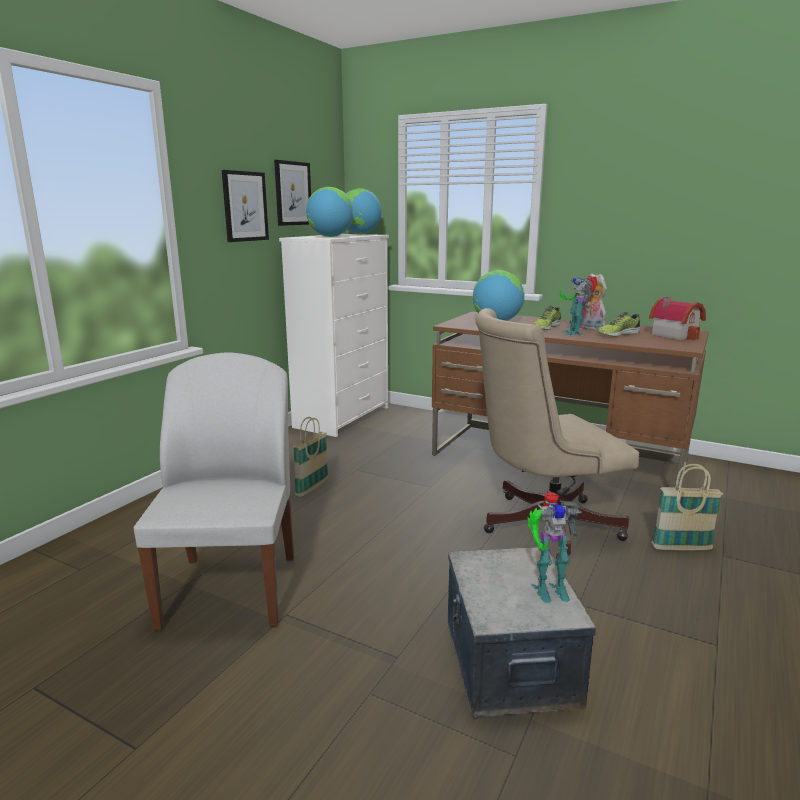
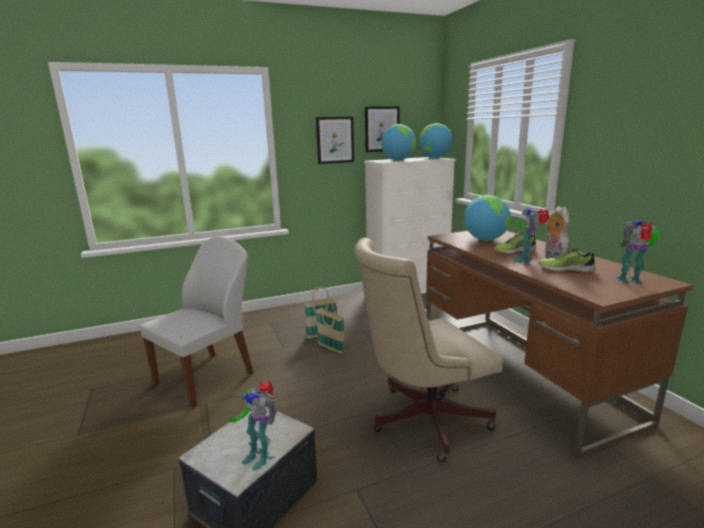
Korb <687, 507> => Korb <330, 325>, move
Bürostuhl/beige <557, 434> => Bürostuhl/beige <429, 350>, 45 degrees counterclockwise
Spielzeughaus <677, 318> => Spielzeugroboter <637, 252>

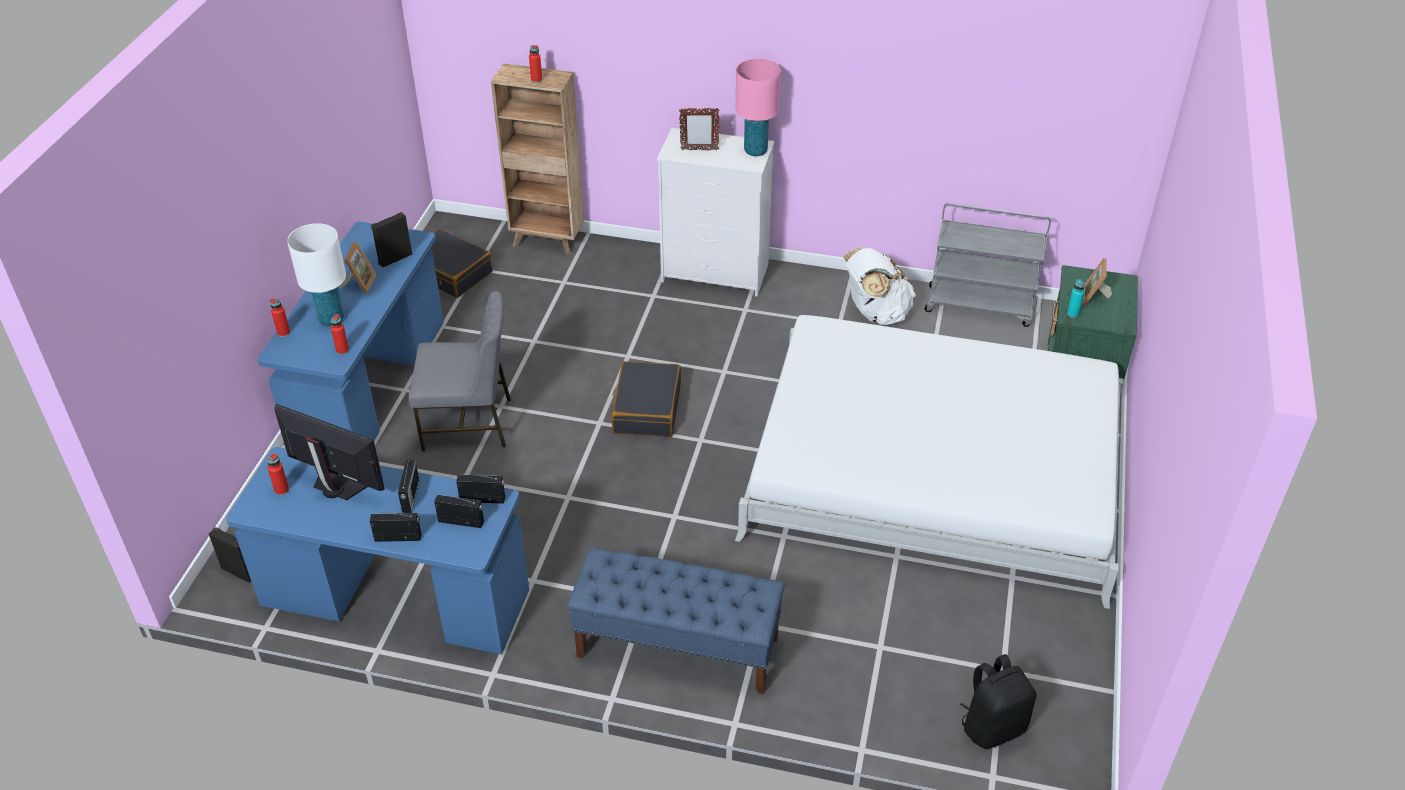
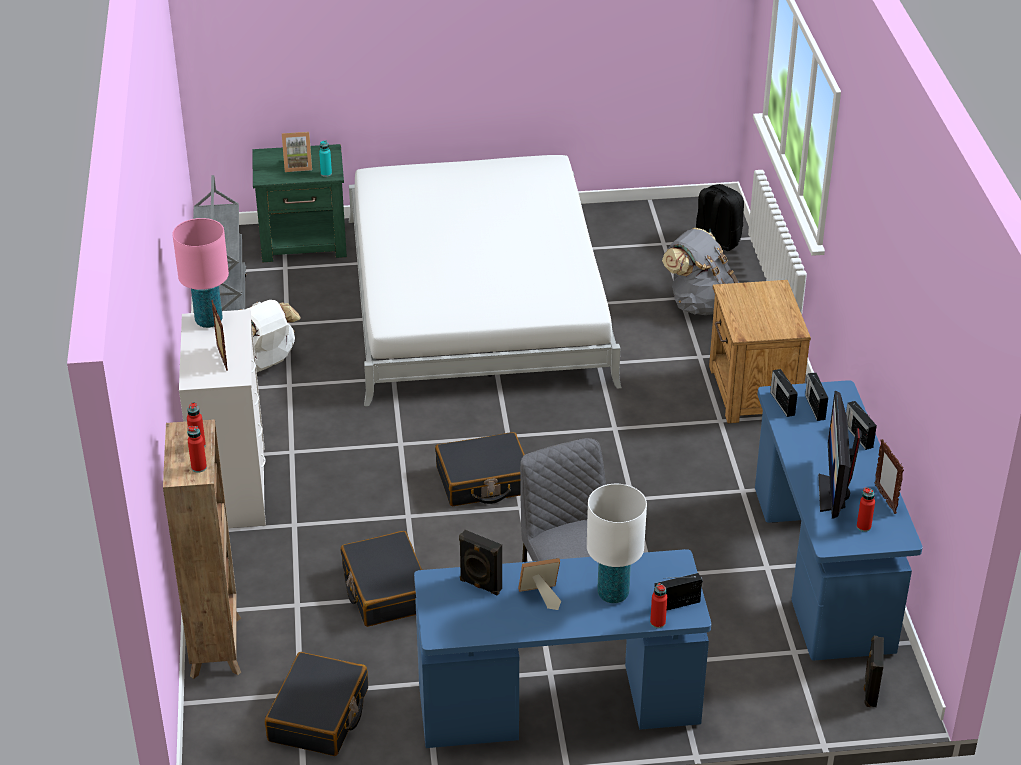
Flasche/rot <340, 334> => Flasche/rot <197, 449>, move
nothing => Koffer/schwarz <381, 579>
Radio <408, 485> => Radio <678, 591>, move
nothing => Rucksack/grau <700, 271>
Bank/blau <676, 620> => Nachttisch/braun <760, 351>
nothing => Bilderrahmen <889, 476>

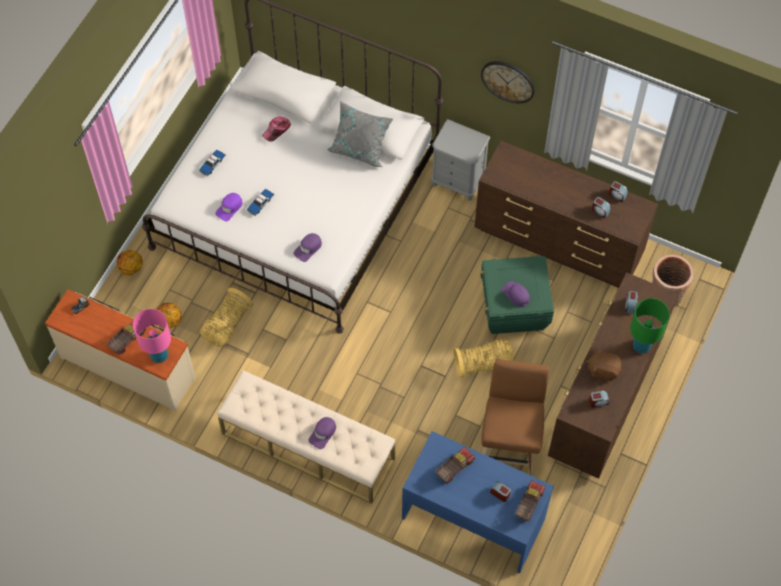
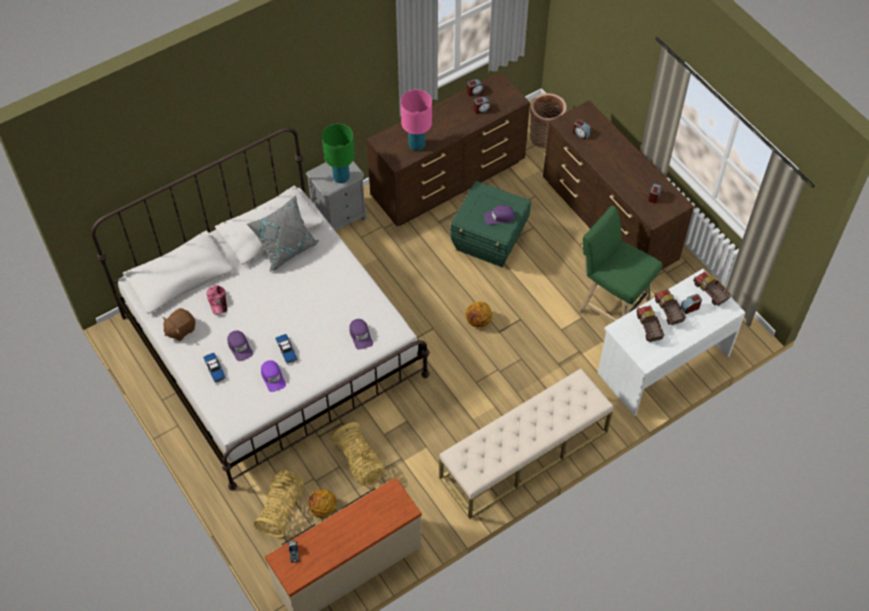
Plüschtier/braun <603, 364> => Plüschtier/braun <179, 324>, move
Kappe/lila <322, 433> => Kappe/lila <240, 346>, move
Korb <484, 359> => Korb <279, 503>, move
Tischlampe/grün <650, 325> => Tischlampe/grün <338, 153>, move
Tischlampe/rosa <152, 336> => Tischlampe/rosa <416, 120>, move
Basketball <130, 262> => Basketball <479, 314>, move
Hocker/braun <515, 418> => Hocker/grün <620, 264>
Schreibtisch/blau <478, 502> => Schreibtisch/weiß <672, 342>
Spielzeuglaster <126, 337> => Spielzeuglaster <670, 307>, move
Wanduhr <508, 82> => nothing

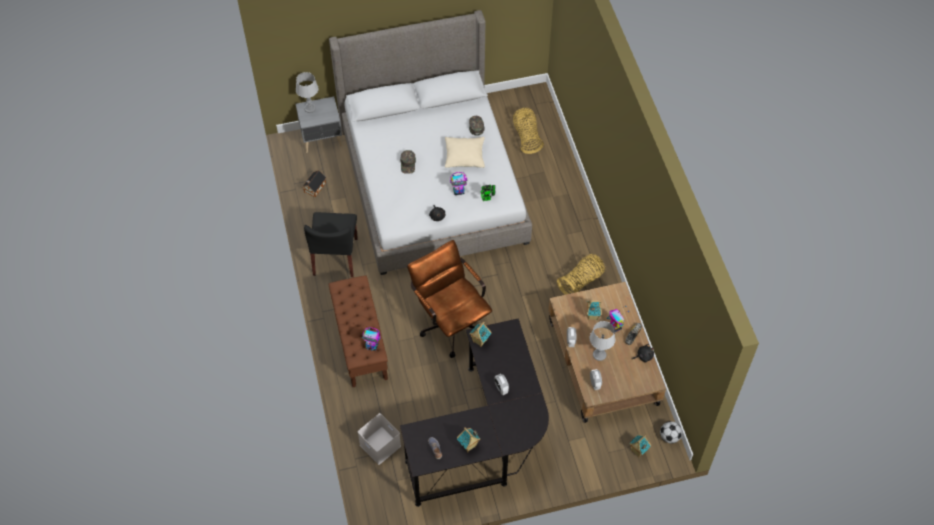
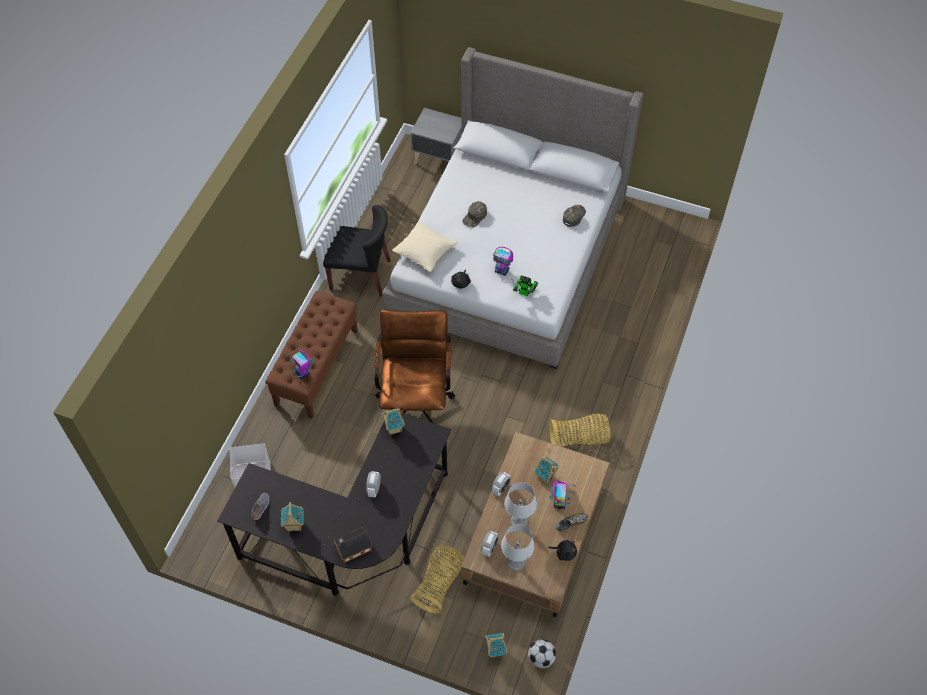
Stuhl/schwarz <331, 244> => Stuhl/schwarz <357, 250>, 120 degrees counterclockwise
Spielzeughaus <314, 183> => Spielzeughaus <353, 545>, move
Kissen/beige <465, 152> => Kissen/beige <424, 246>, move
Korb <528, 131> => Korb <437, 579>, move
Tischlampe/grau <307, 92> => Tischlampe/grau <517, 547>, move

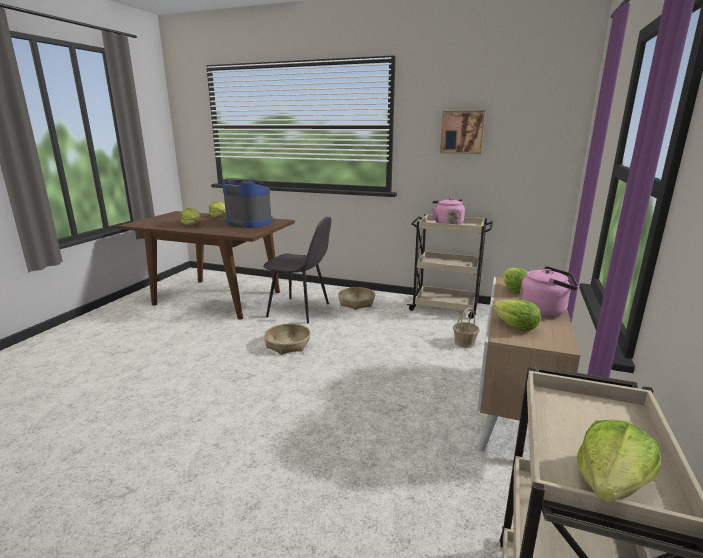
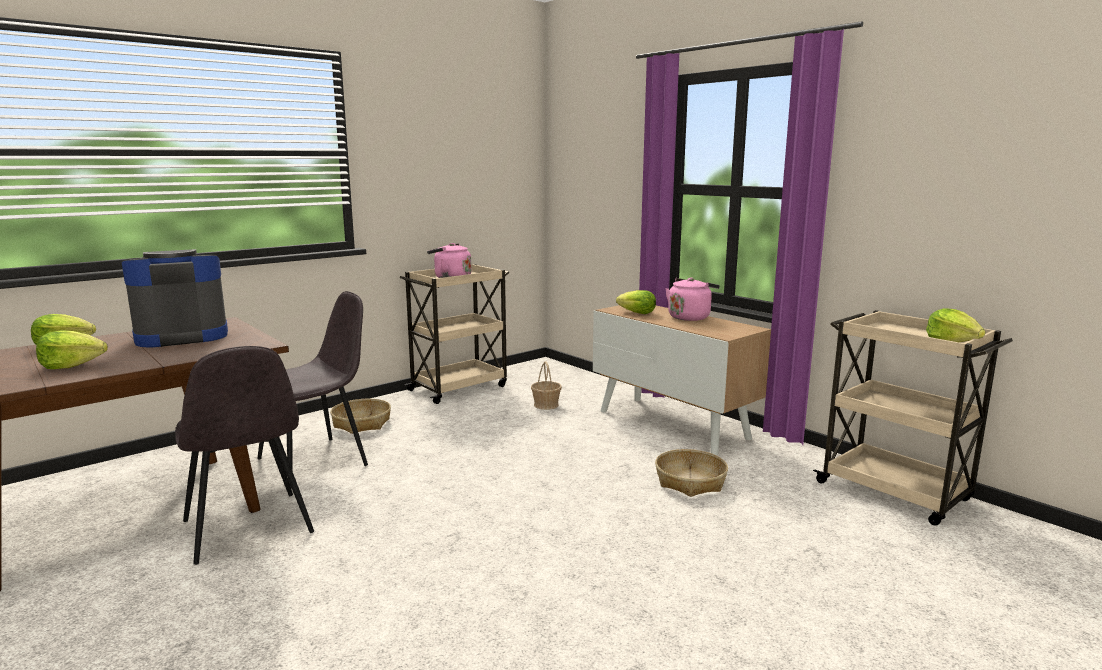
nothing => Stuhl/grau <244, 455>
Korb <287, 339> => Korb <691, 473>, move
Bild <463, 132> => nothing
Salatkopf <516, 315> => nothing

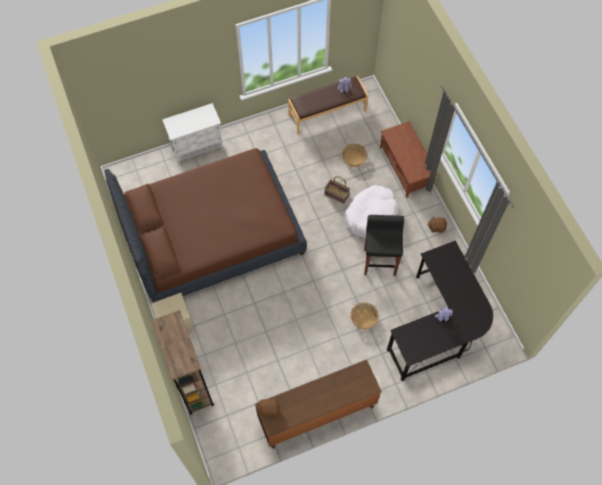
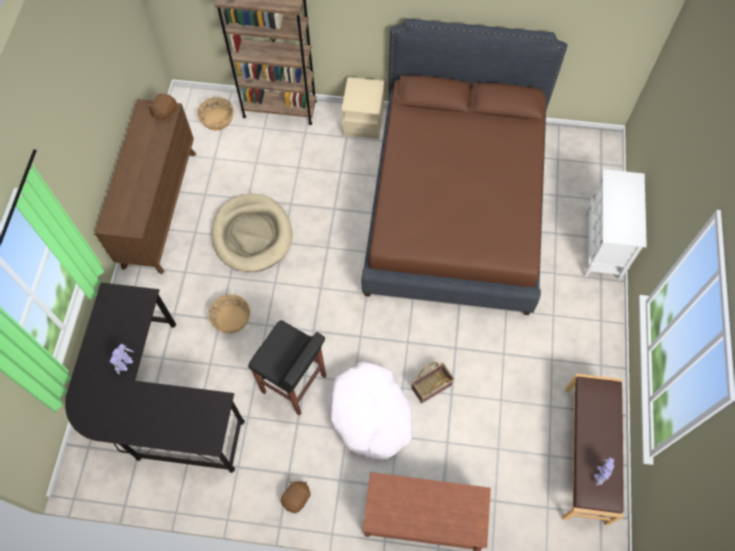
Korb <354, 155> => Korb <215, 114>, move
nothing => Hundebett/beige <251, 233>

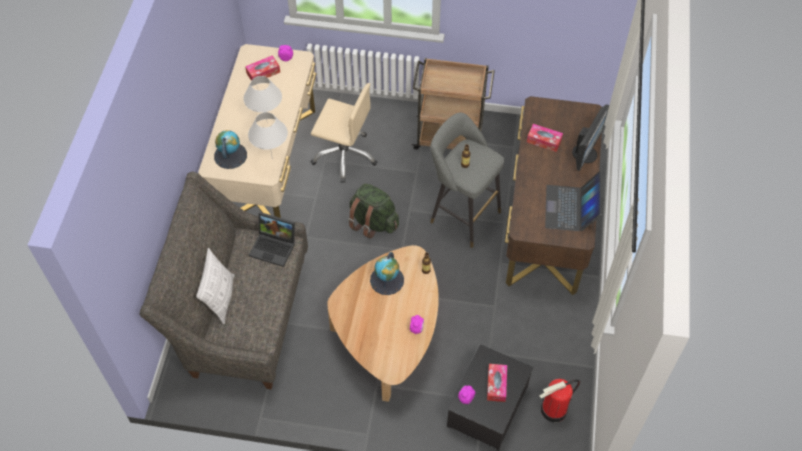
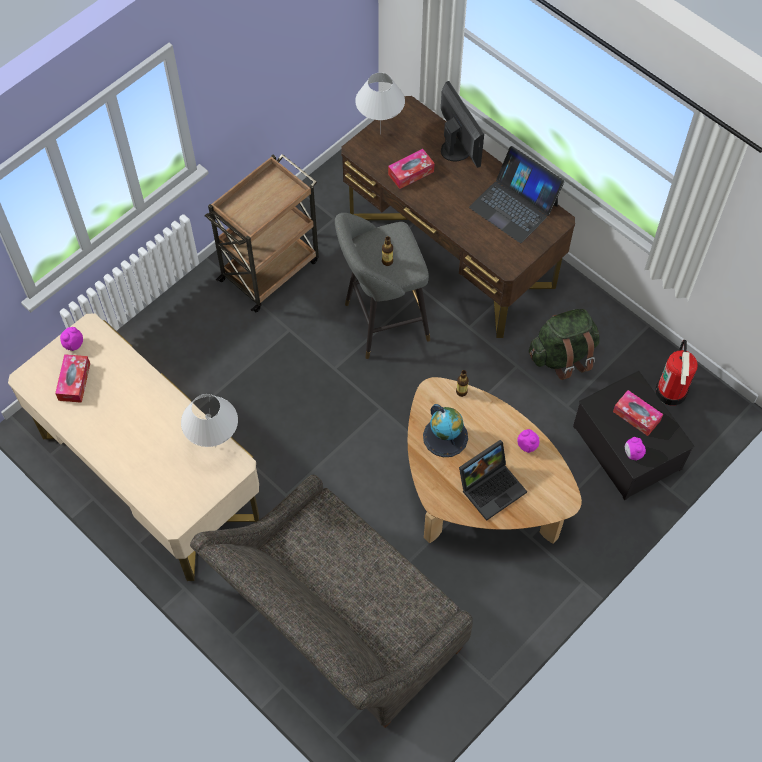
Tischlampe/weiß <262, 98> => Tischlampe/weiß <380, 103>, move
Laptop <272, 239> => Laptop <493, 480>, move
Rucksack/grün <373, 211> => Rucksack/grün <564, 344>, move
Kissen <215, 286> => nothing
Globus <230, 149> => nothing
Bürostuhl/beige <344, 133> => nothing

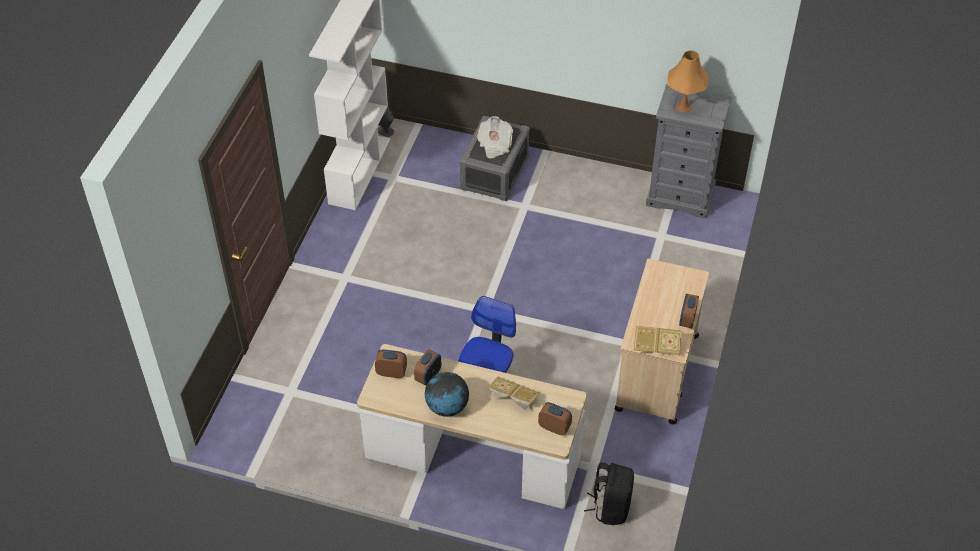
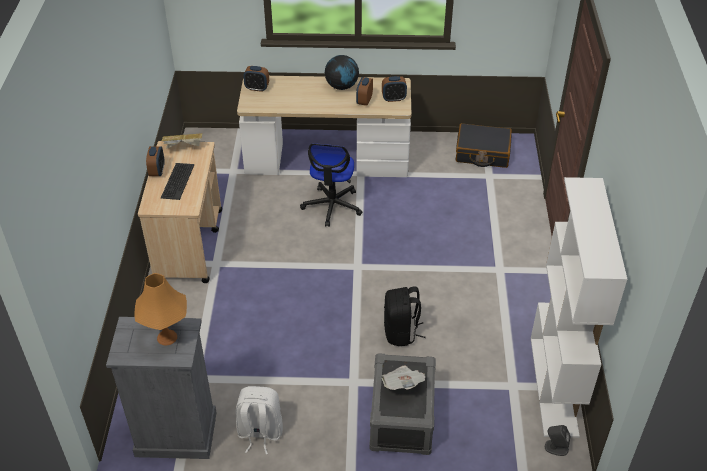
nothing => Tastatur <177, 181>
nothing => Rucksack/weiß <259, 420>
Rucksack/schwarz <609, 493> => Rucksack/schwarz <405, 316>, move
nothing => Koffer/schwarz <484, 145>
Buch <514, 393> => nothing

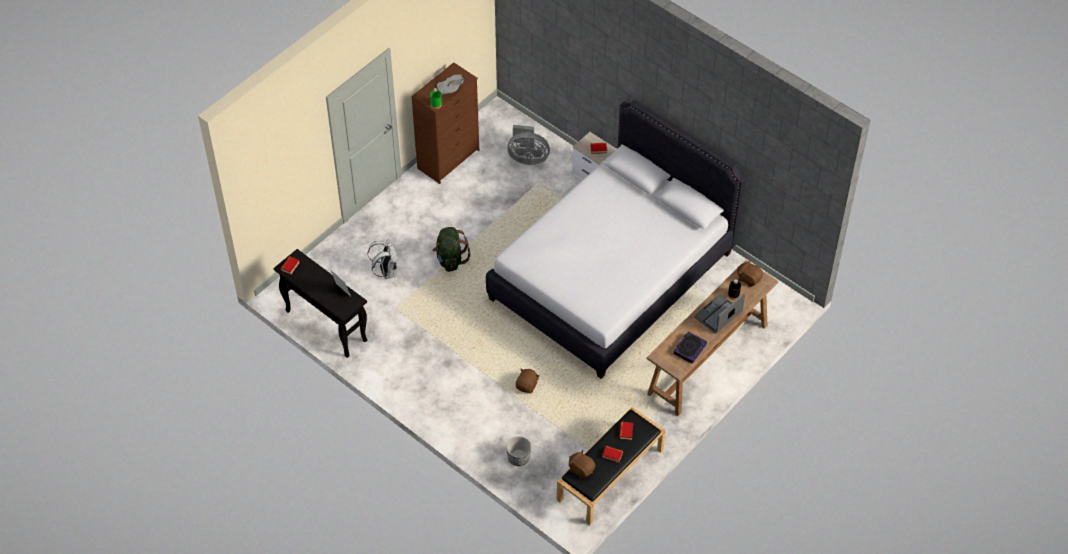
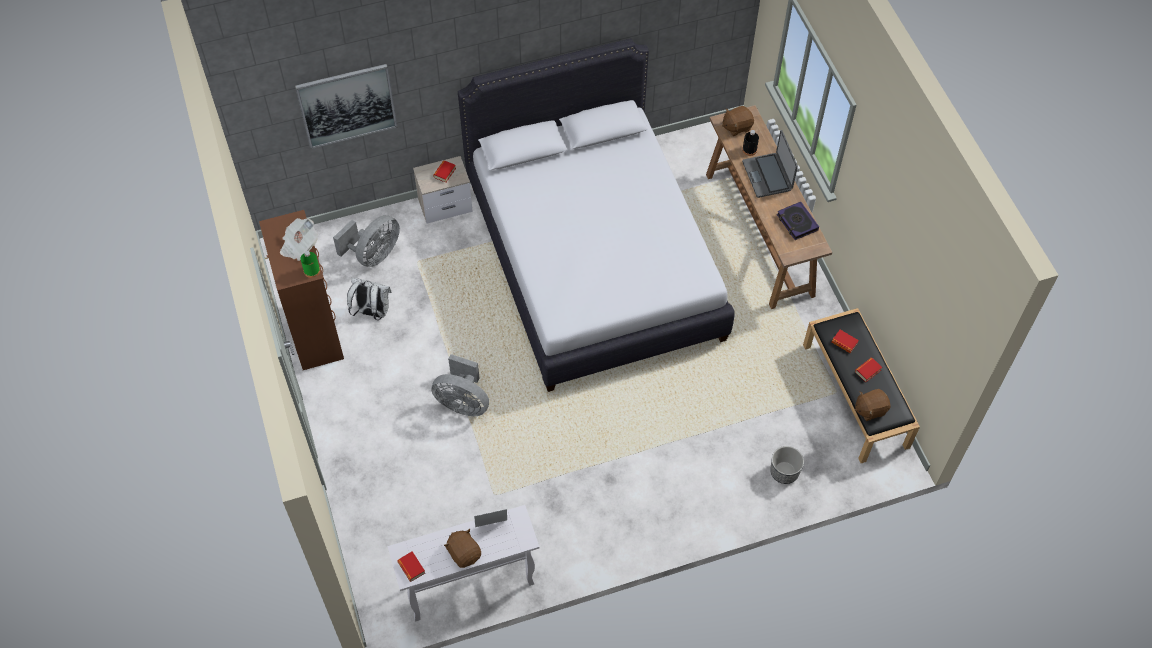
nothing => Bild <346, 106>
Rucksack/weiß <382, 259> => Rucksack/weiß <369, 299>, move
Konsolentisch/schwarz <320, 303> => Konsolentisch/weiß <463, 563>
Rucksack/grün <451, 249> => Ventilator/grau <460, 385>
Plüschtier/braun <527, 381> => Plüschtier/braun <462, 548>, move

